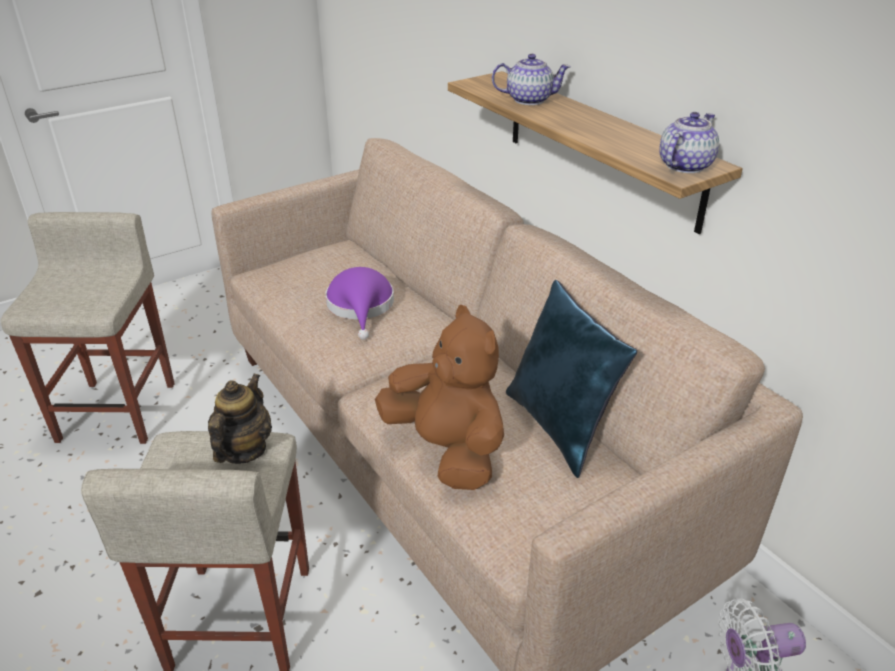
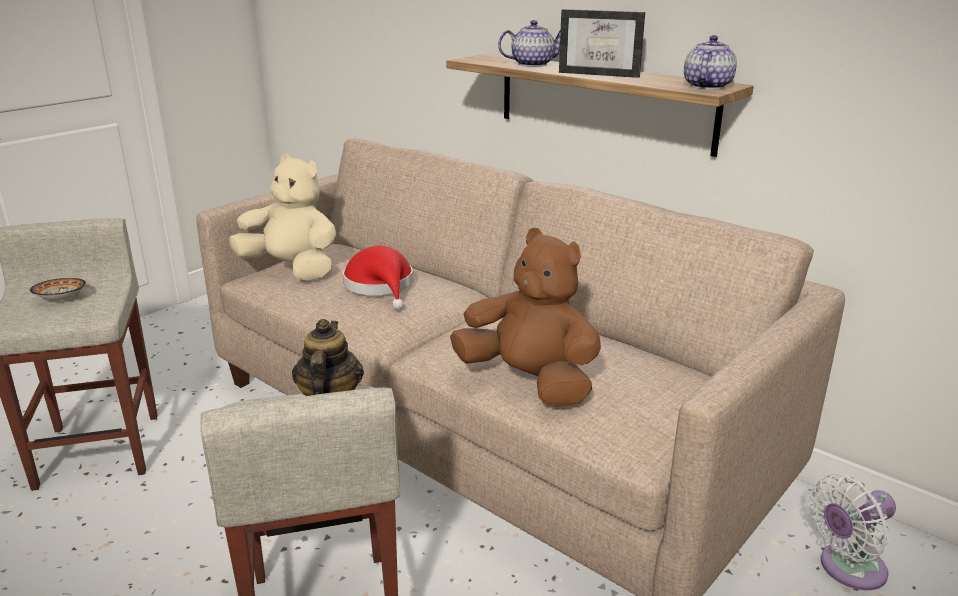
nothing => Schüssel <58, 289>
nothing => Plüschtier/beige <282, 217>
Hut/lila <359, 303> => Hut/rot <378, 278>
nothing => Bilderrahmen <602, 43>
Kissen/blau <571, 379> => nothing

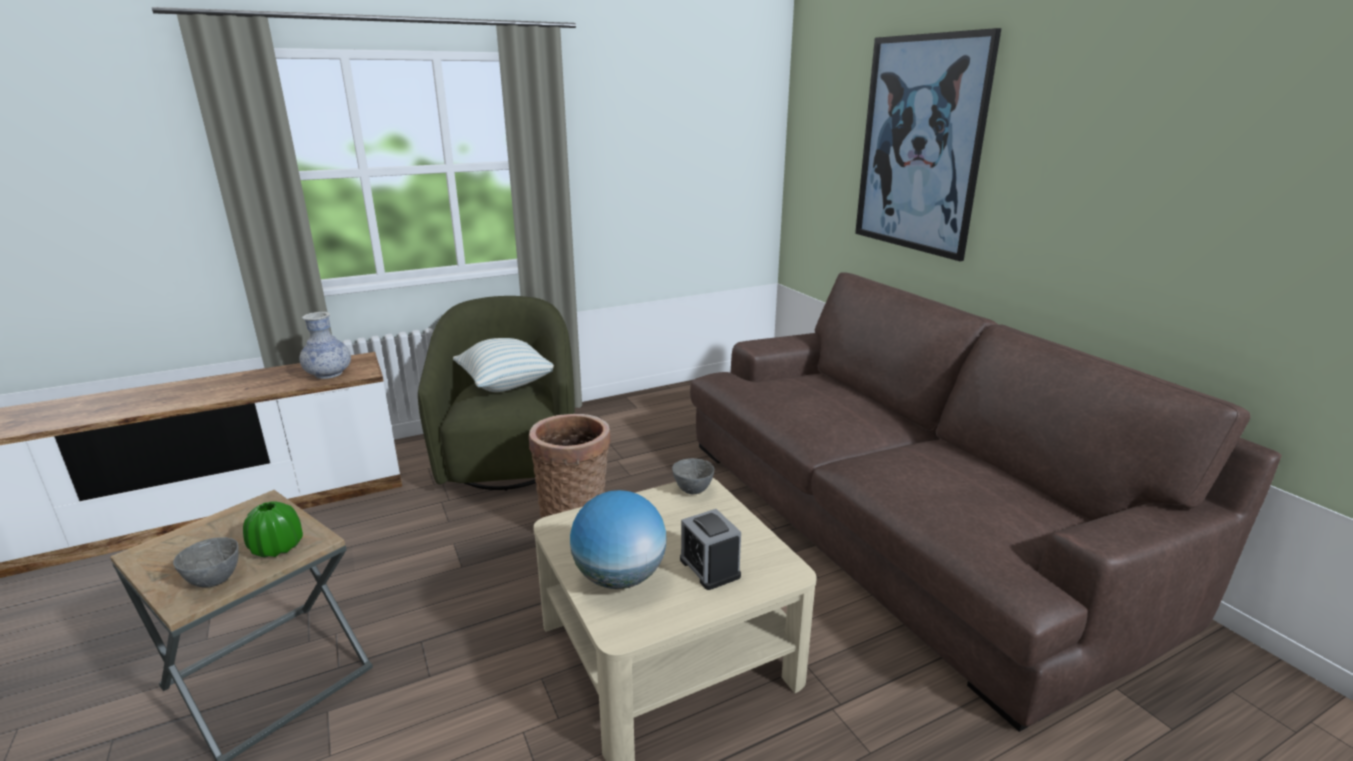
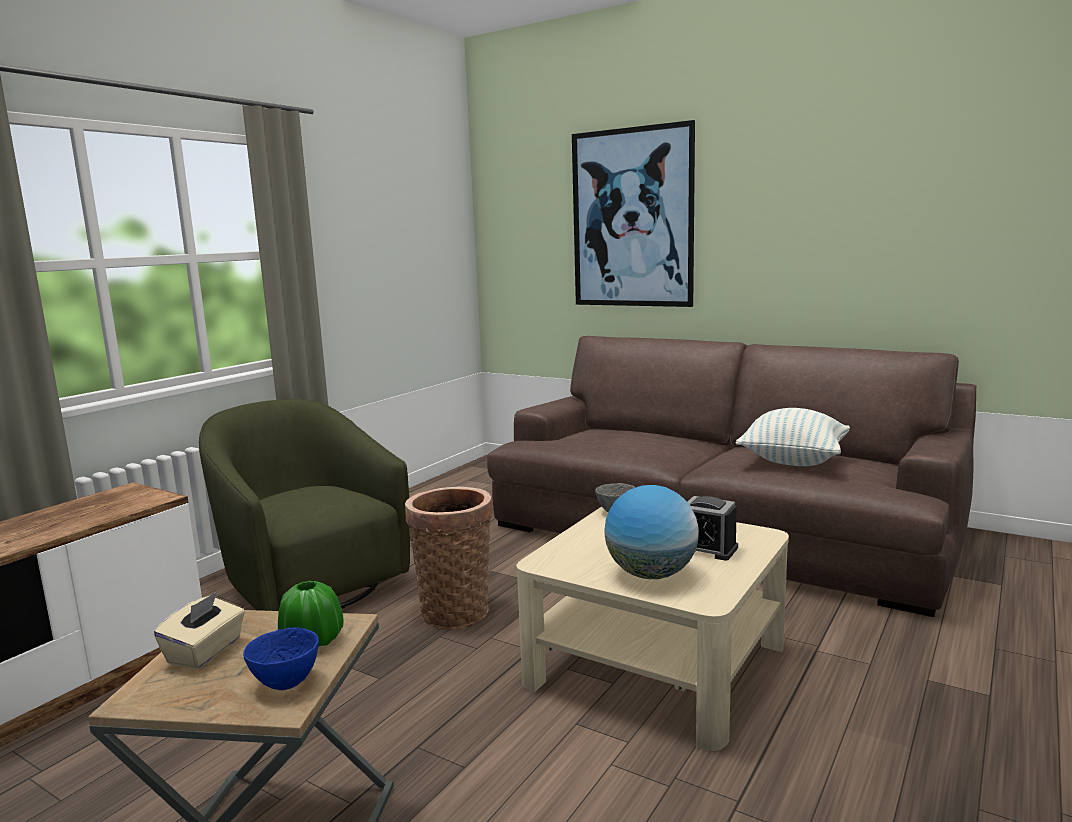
nothing => Taschentuchbox/beige <199, 630>
Schüssel/grau <206, 562> => Schüssel/blau <281, 658>
Kissen <503, 365> => Kissen <793, 437>, move
Vase <325, 345> => nothing

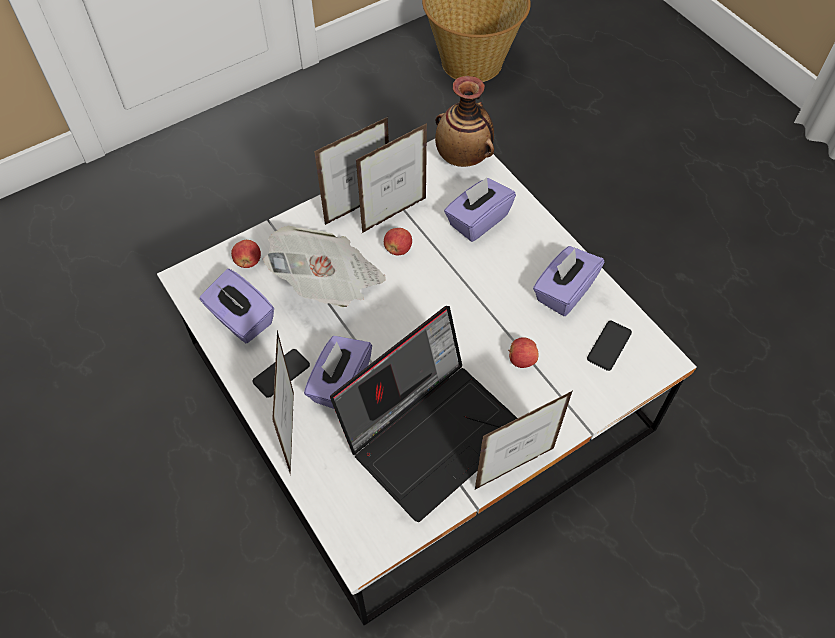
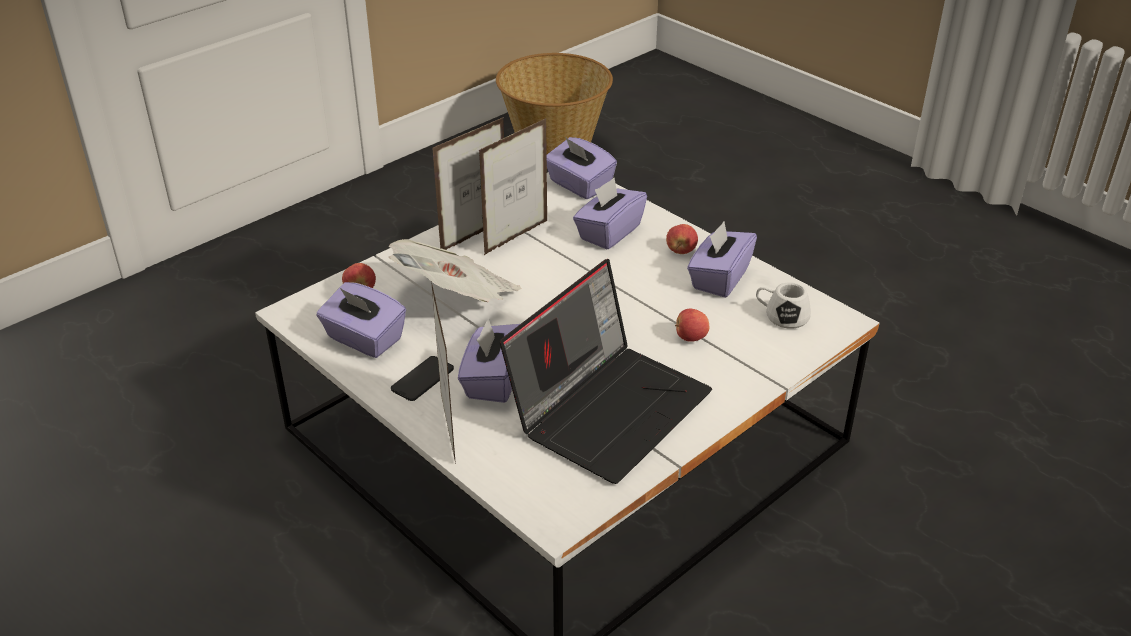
Vase <464, 121> => Taschentuchbox/lila <582, 168>
Apfel <398, 242> => Apfel <682, 239>, move
Handy <609, 346> => Henkelbecher/weiß <783, 305>
Bilderrahmen <523, 440> => nothing

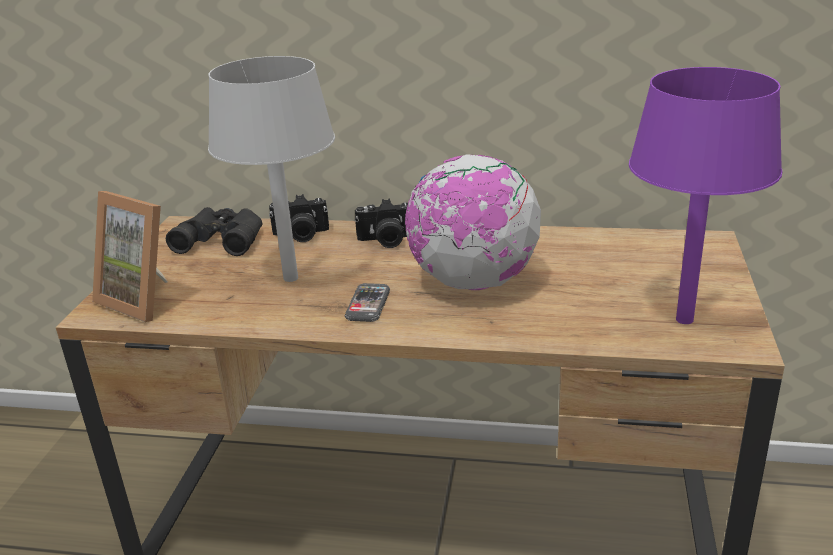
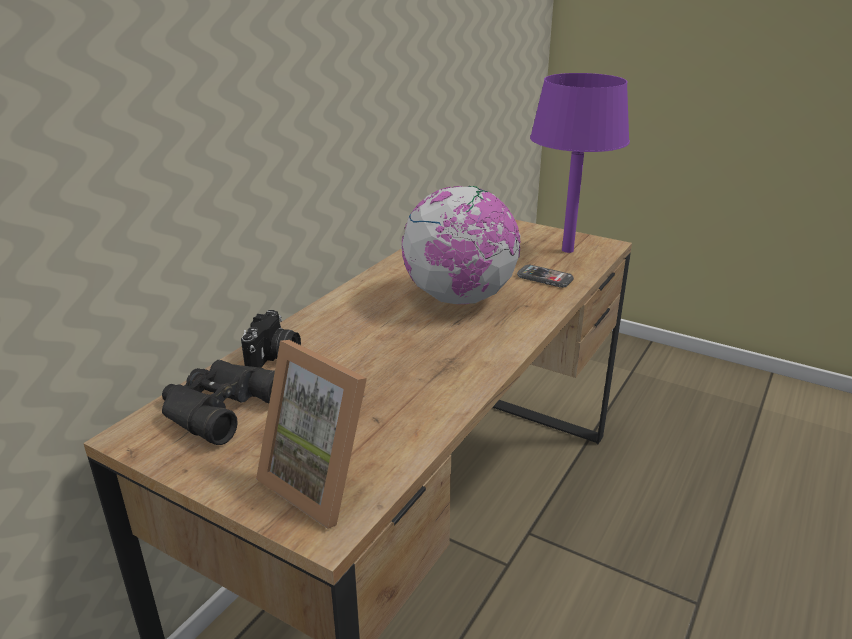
Bilderrahmen <130, 256> => Bilderrahmen <311, 434>, 75 degrees clockwise
Handy <367, 302> => Handy <545, 276>, move
Tischlampe/grau <271, 169> => nothing
Kamera <381, 223> => nothing

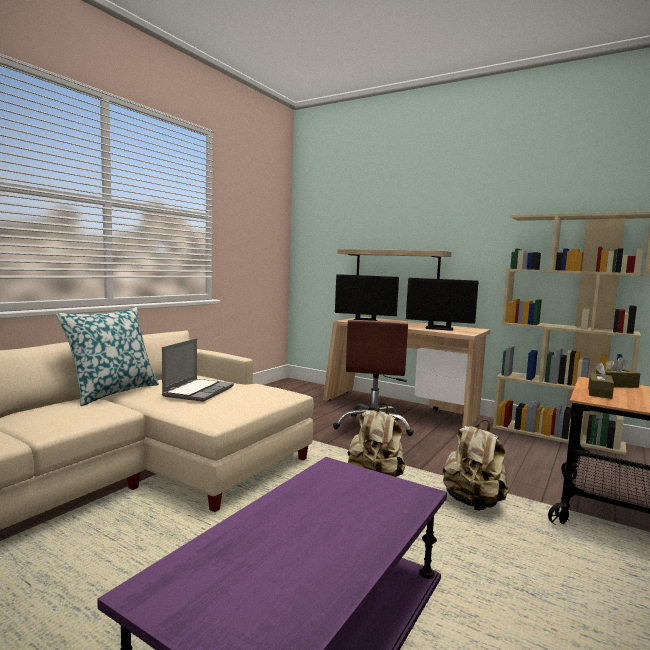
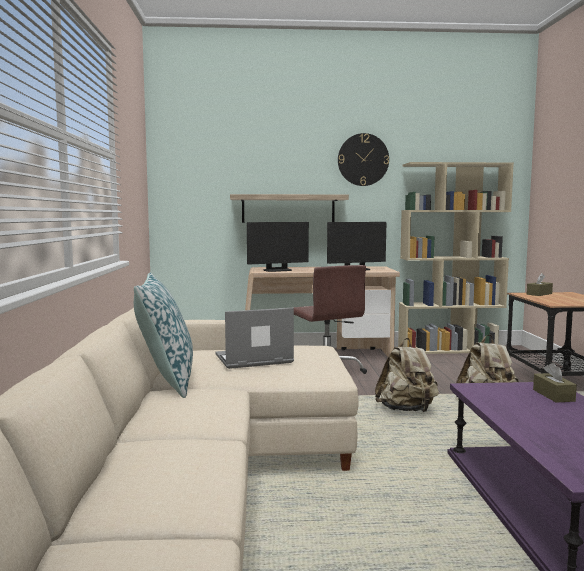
Laptop <198, 370> => Laptop <254, 338>, 90 degrees counterclockwise
nothing => Wanduhr <363, 159>
Taschentuchbox/braun <601, 380> => Taschentuchbox/braun <555, 383>, move

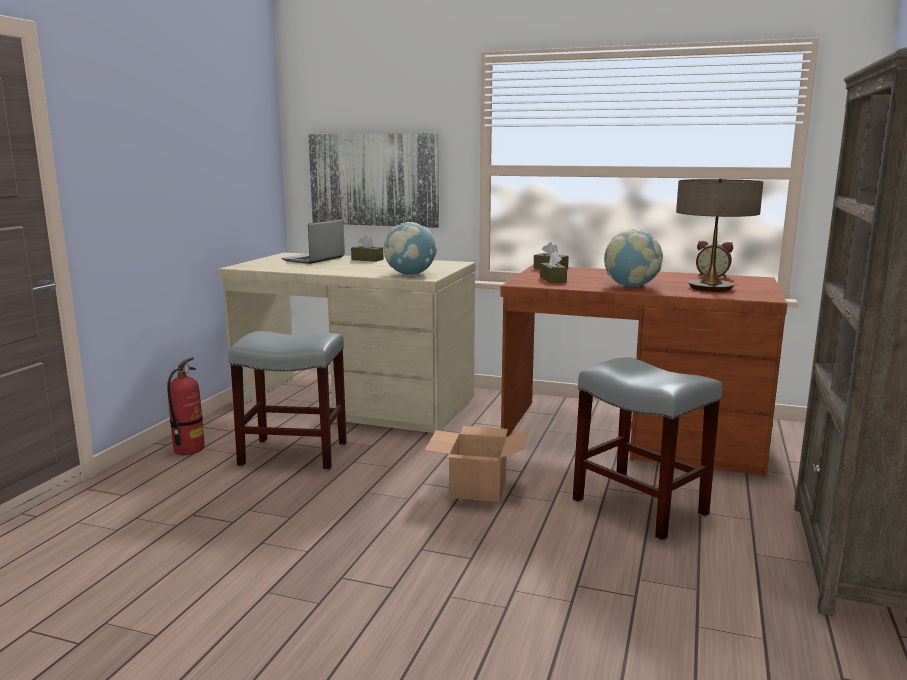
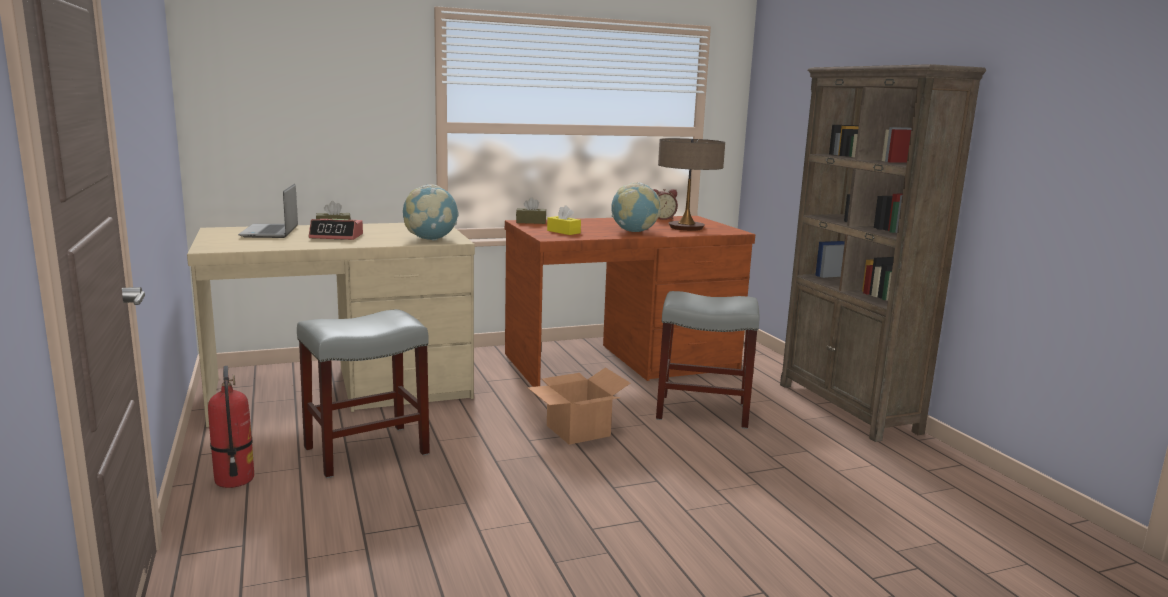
nothing => Wecker <336, 229>
Taschentuchbox/braun <553, 267> => Taschentuchbox/gelb <564, 220>
Bild <373, 180> => nothing

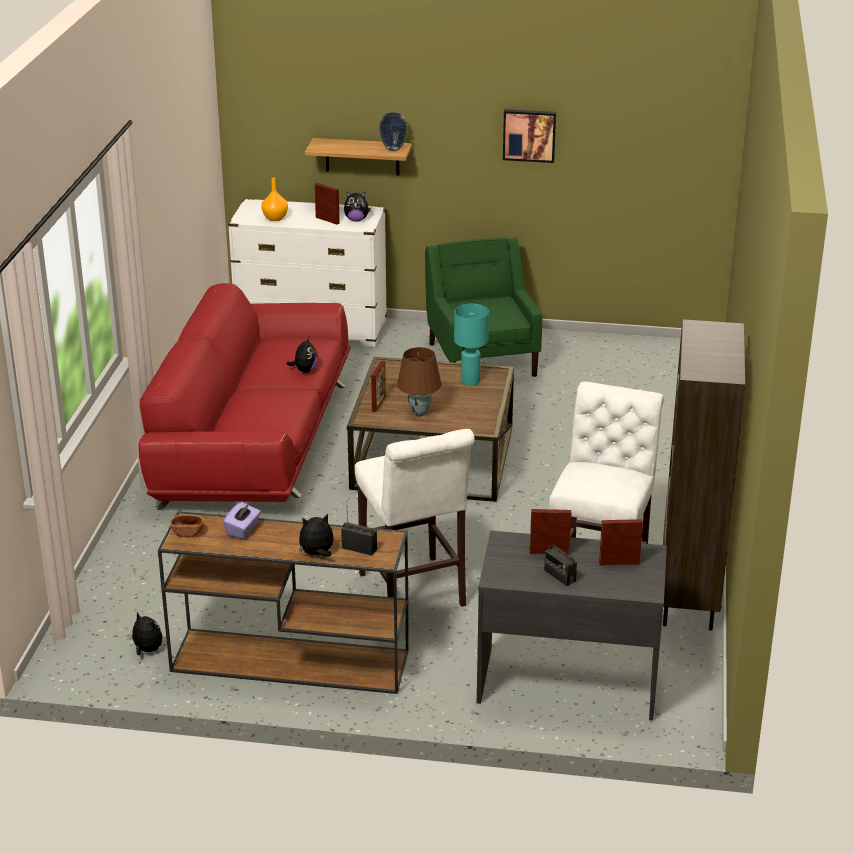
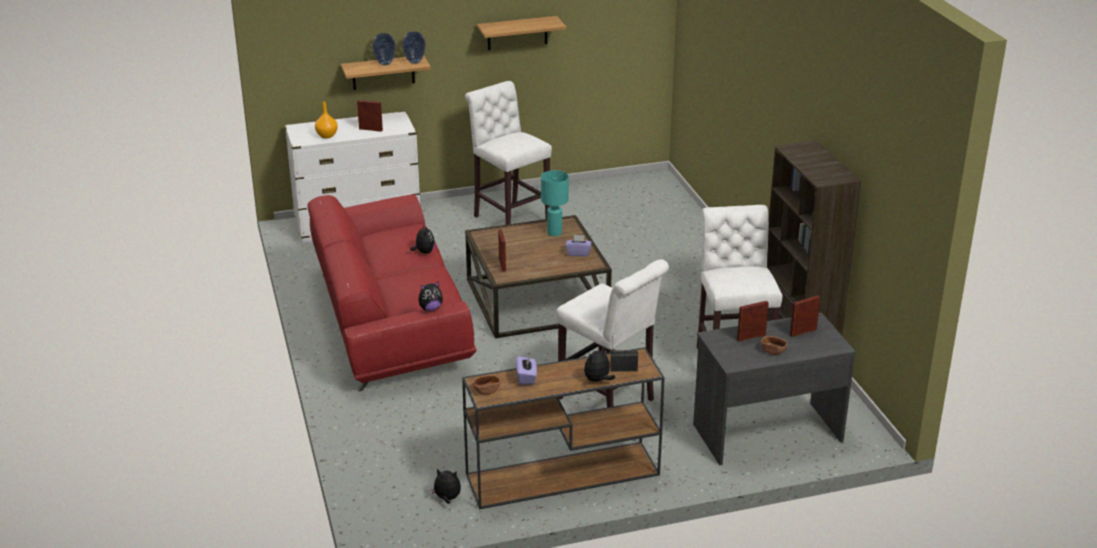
nothing => Vase <384, 49>
Plüschtier <357, 207> => Plüschtier <430, 296>, move
Sessel/grün <483, 307> => Hocker/weiß <508, 153>
Bild <529, 136> => Wandregal <521, 33>
nothing => Taschentuchbox/lila <579, 245>
Radio <560, 565> => Schüssel/braun <774, 345>
Tischlampe/braun <419, 381> => nothing

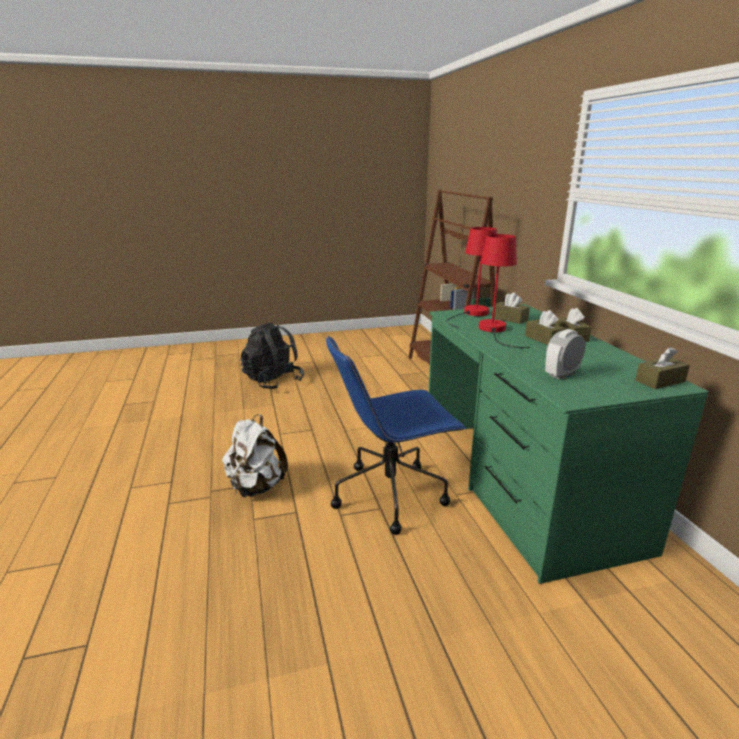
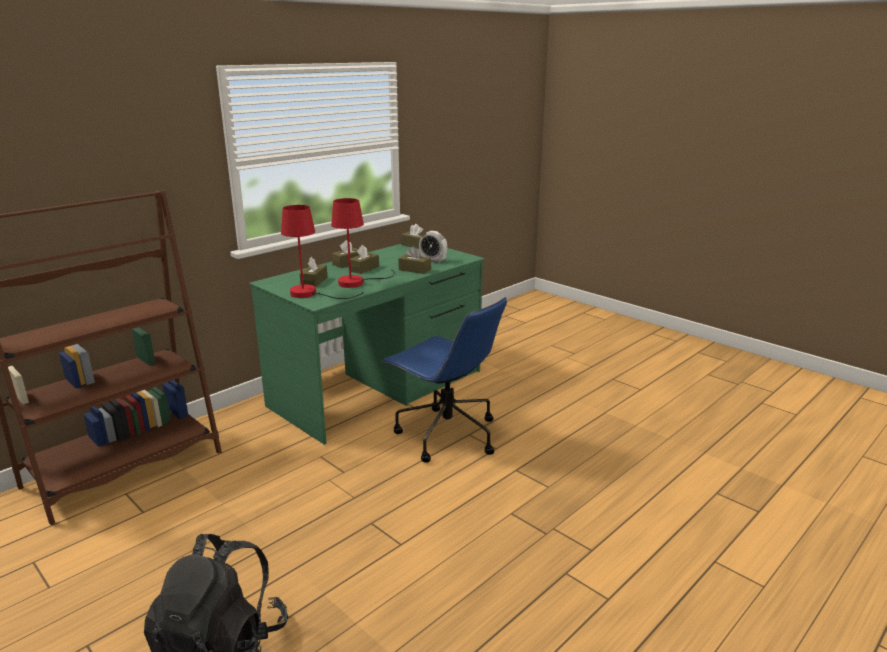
nothing => Taschentuchbox/braun <414, 260>
Rucksack/weiß <255, 456> => nothing

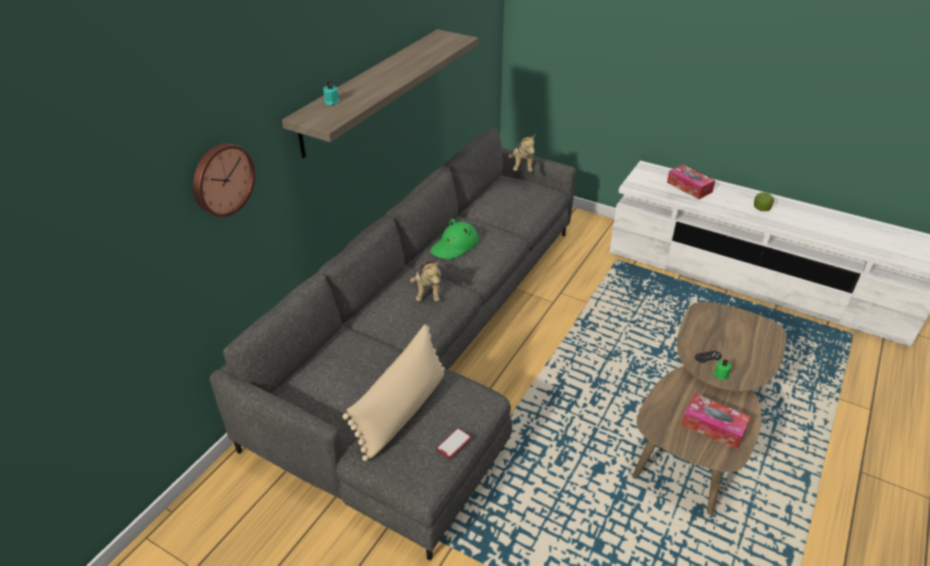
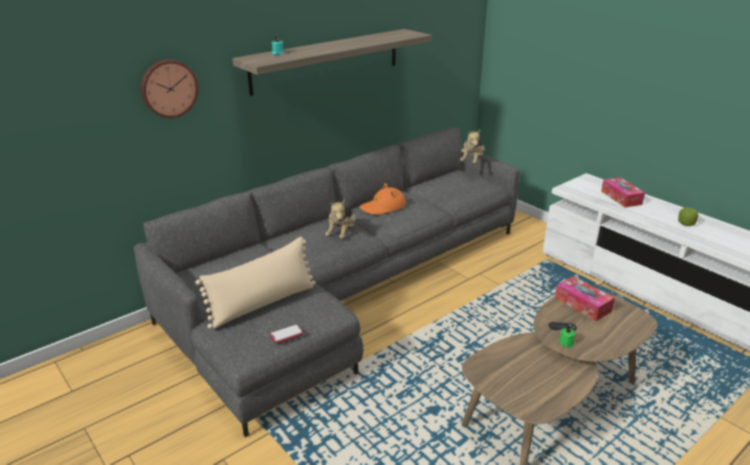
Hut/grün <454, 239> => Hut/orange <383, 199>
Taschentuchbox <716, 421> => Taschentuchbox <585, 298>, move

